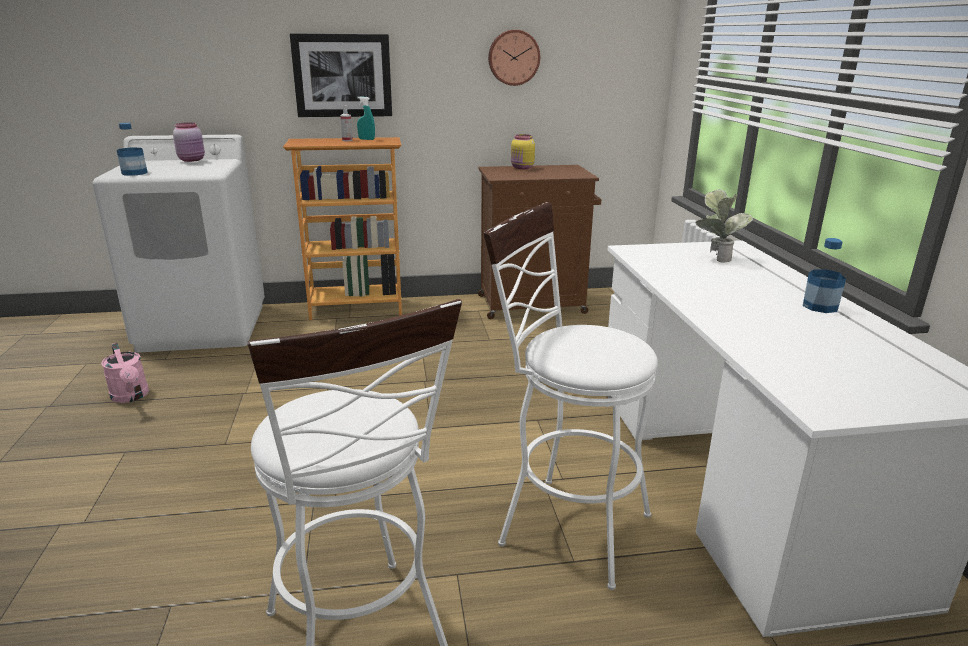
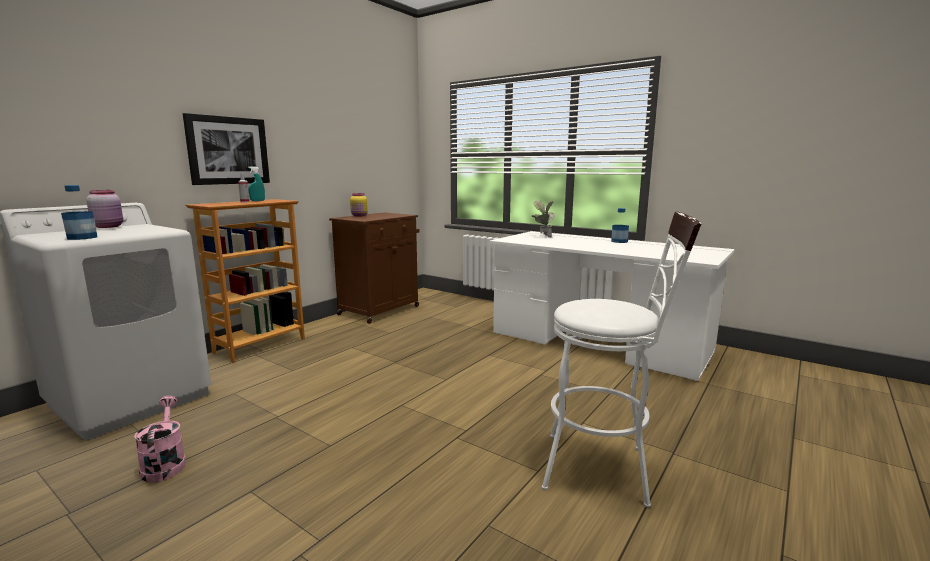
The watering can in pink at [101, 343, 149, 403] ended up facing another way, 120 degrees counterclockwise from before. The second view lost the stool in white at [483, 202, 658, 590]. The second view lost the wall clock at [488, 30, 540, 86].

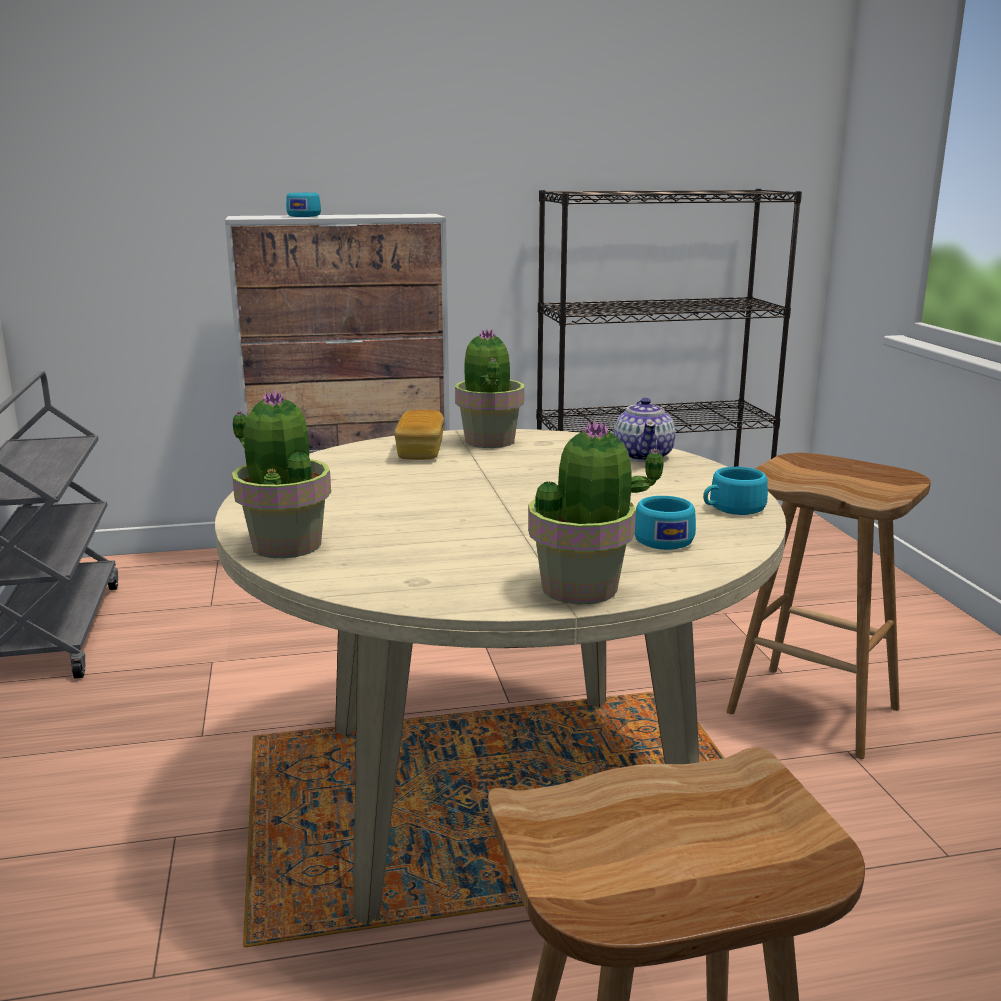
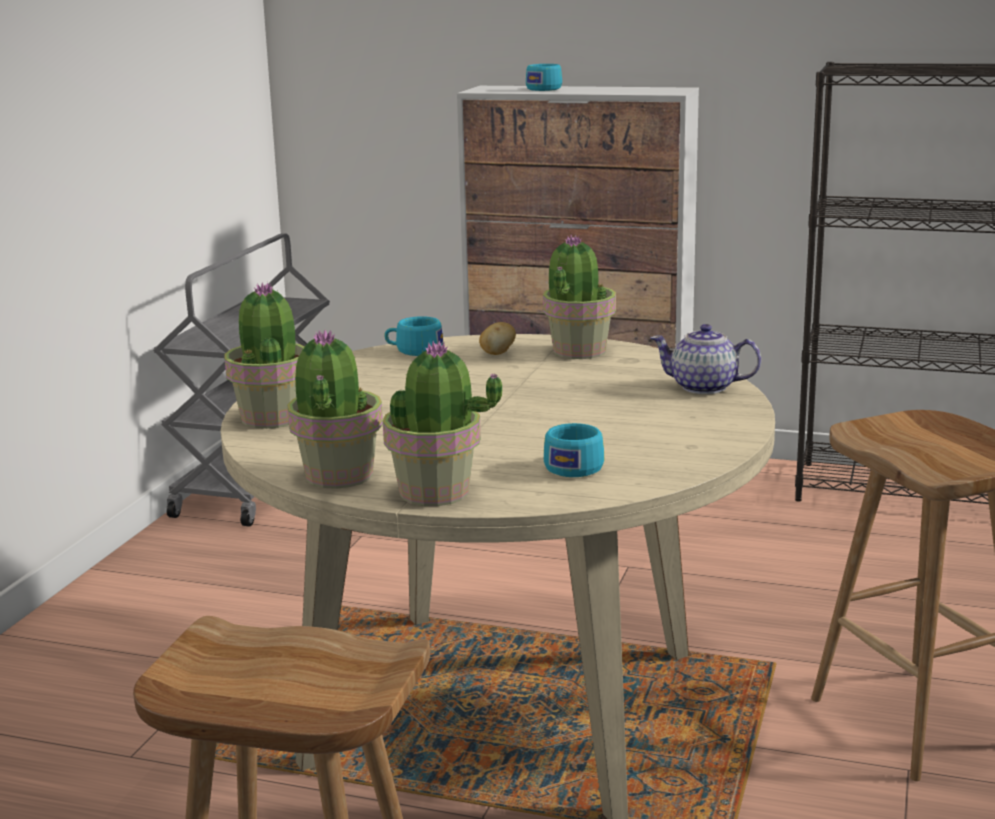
Where the bread stood at [394, 410, 444, 460], the potato came to stand at [479, 322, 516, 355]. The teapot at [613, 398, 676, 462] ended up facing another way, 75 degrees clockwise from before. The cup in turquoise ended up elsewhere, having gone from [703, 467, 768, 515] to [384, 316, 443, 356]. The second view gained the potted plant at [287, 329, 383, 489].

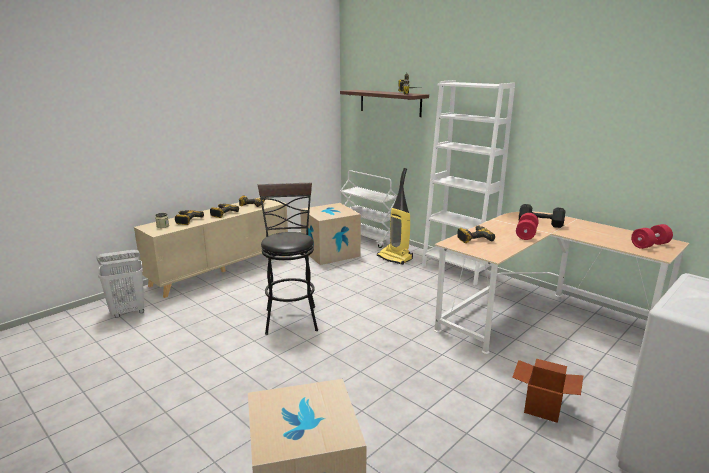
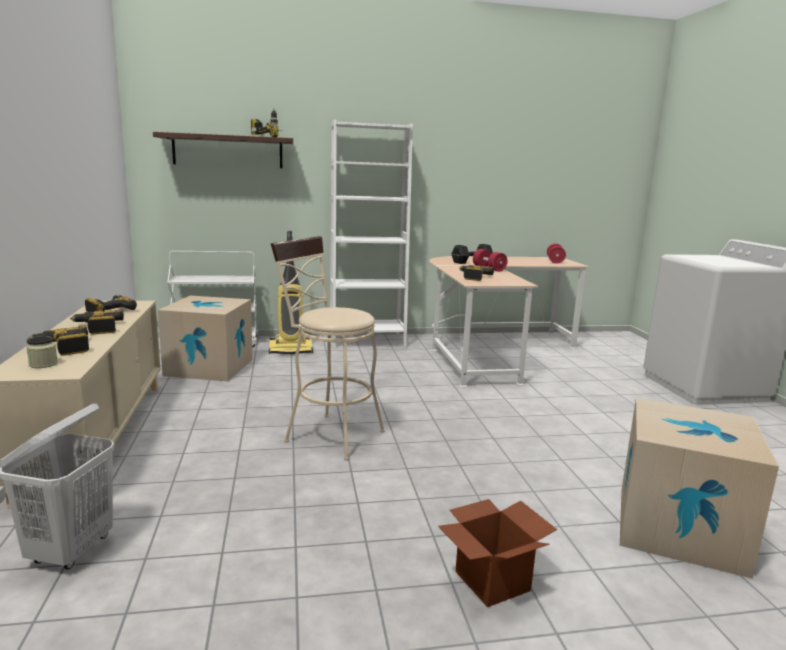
What was the stool in black at [258, 183, 318, 335] turned into the stool in beige at [271, 236, 385, 461]. The cardboard box ended up elsewhere, having gone from [512, 359, 583, 423] to [438, 499, 557, 607].

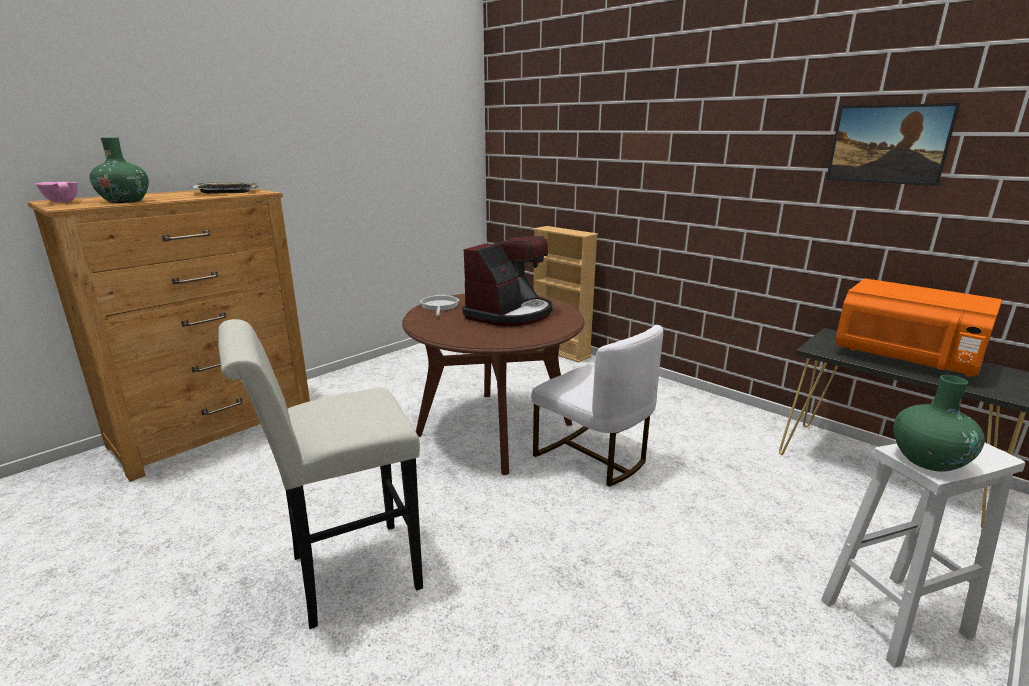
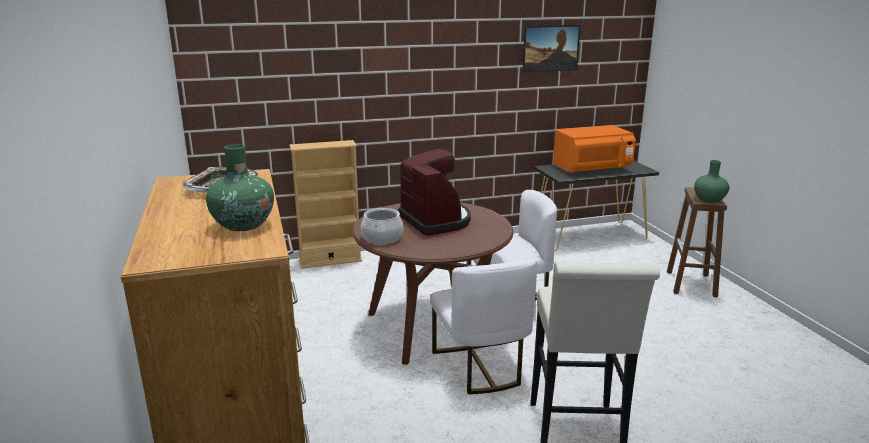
The second view lost the bowl in pink at [36, 182, 78, 203]. Where the frying pan stood at [420, 295, 459, 317], the cooking pot came to stand at [361, 208, 403, 244]. What was the stool in white at [821, 443, 1025, 668] turned into the stool in brown at [667, 187, 727, 297]. The second view gained the chair in white at [430, 258, 538, 394].

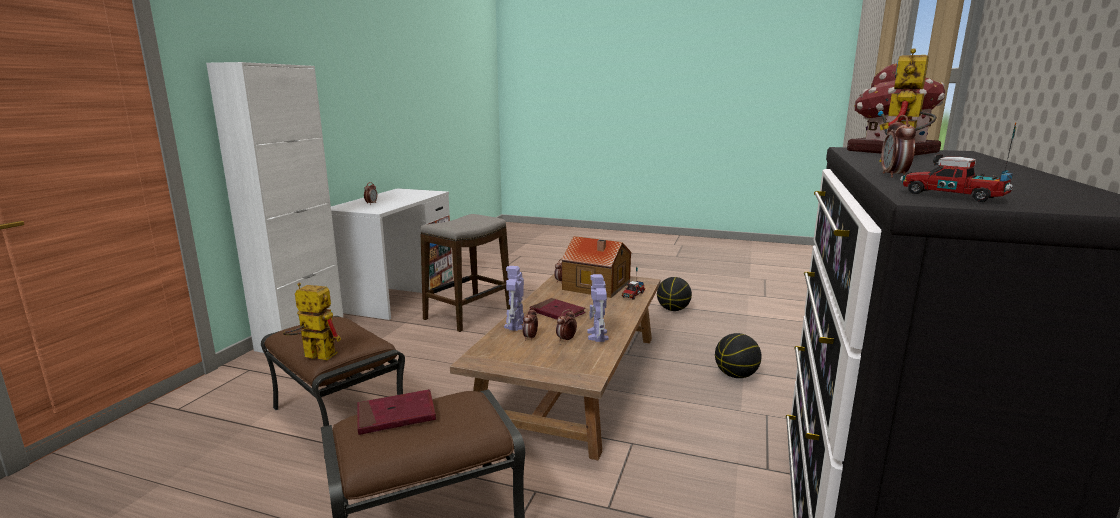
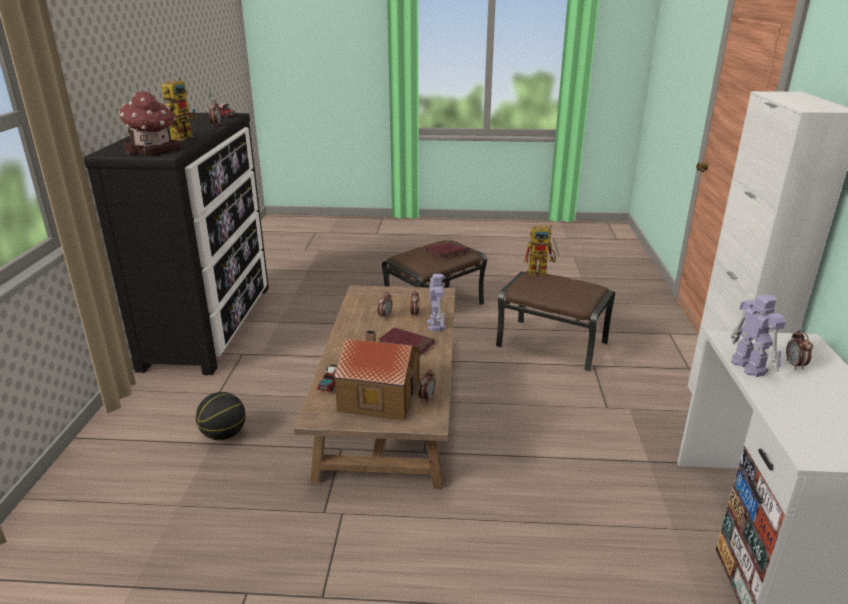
The second view lost the stool at [421, 214, 511, 332]. The toy robot ended up elsewhere, having gone from [587, 274, 608, 342] to [730, 294, 786, 377]. The second view lost the basketball at [657, 277, 692, 311].

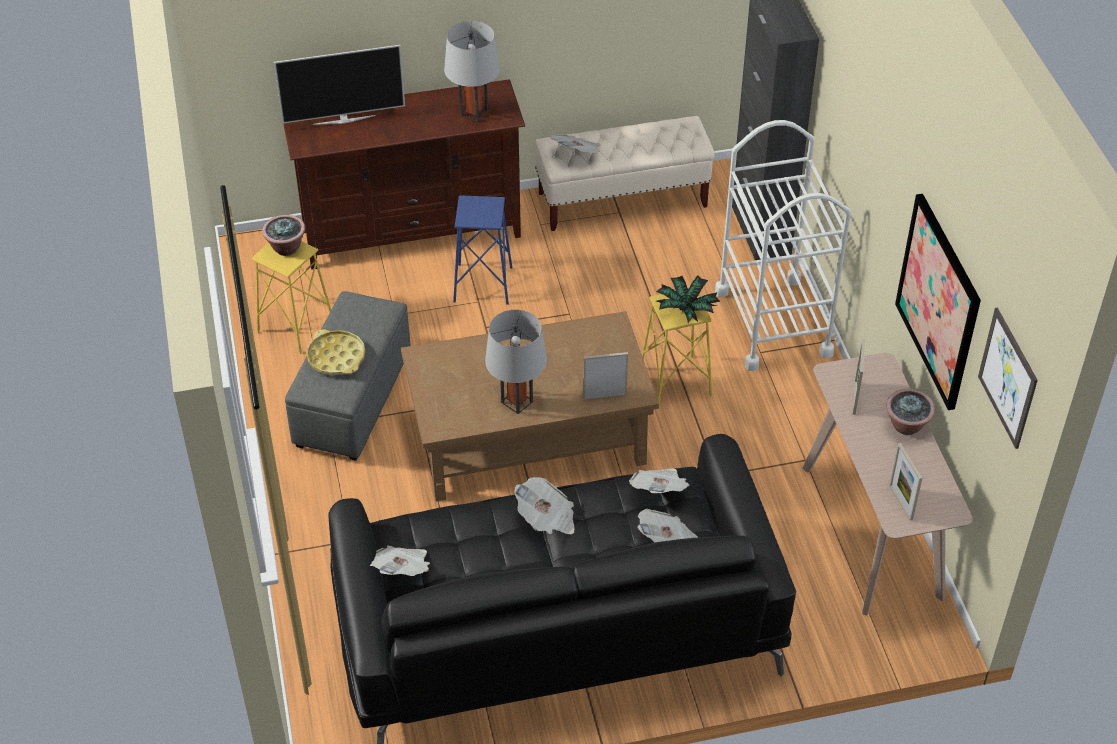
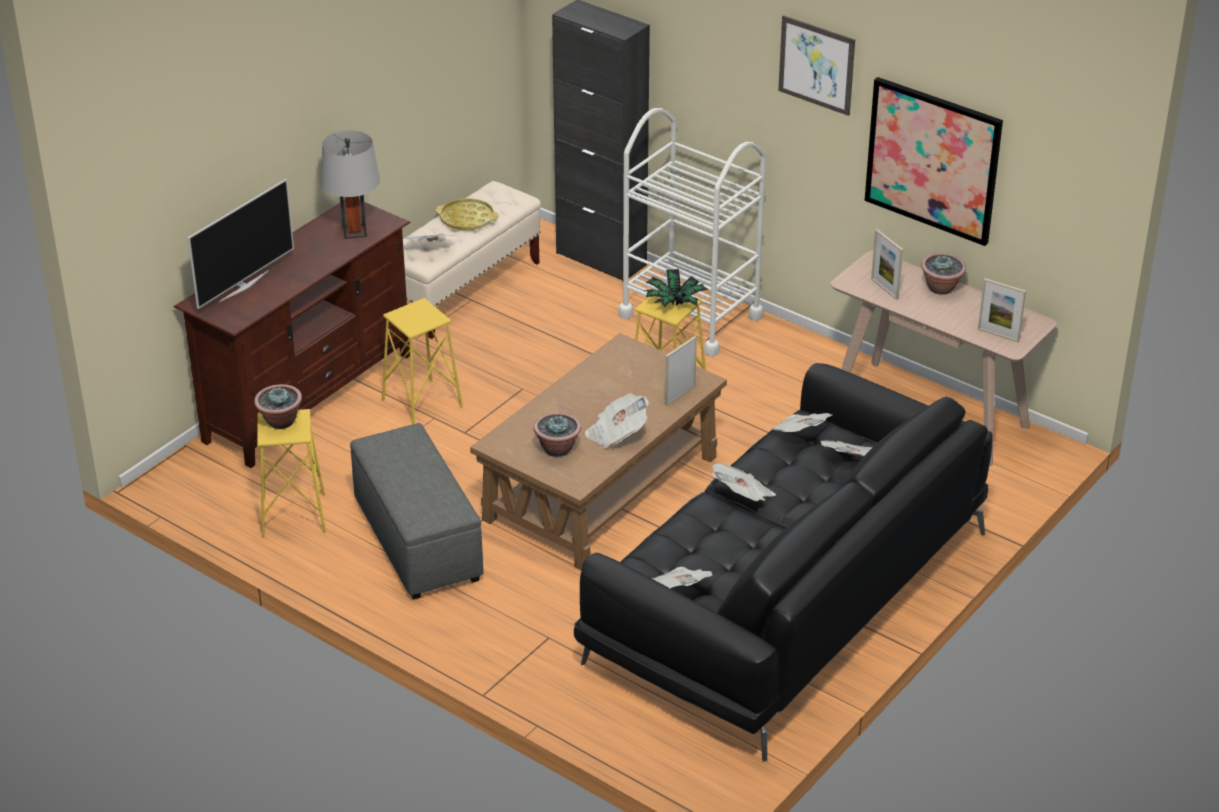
The tray in yellow ended up elsewhere, having gone from [306, 329, 365, 375] to [436, 198, 498, 231]. What was the stool in blue at [453, 195, 512, 305] turned into the stool in yellow at [382, 298, 463, 424]. Where the table lamp in grey stood at [485, 310, 547, 414], the newspaper came to stand at [585, 393, 649, 449]. The picture ended up elsewhere, having gone from [978, 307, 1038, 449] to [778, 15, 855, 116]. The second view gained the potted plant at [533, 412, 581, 457].

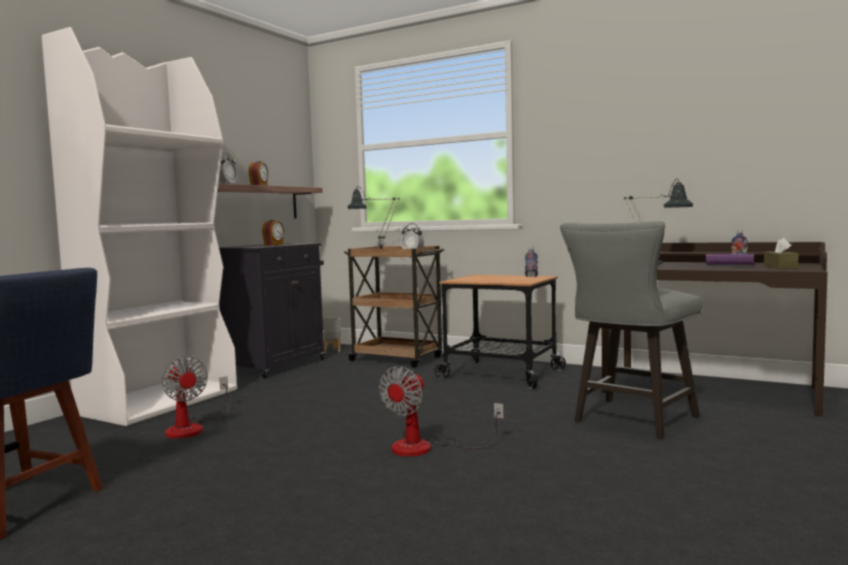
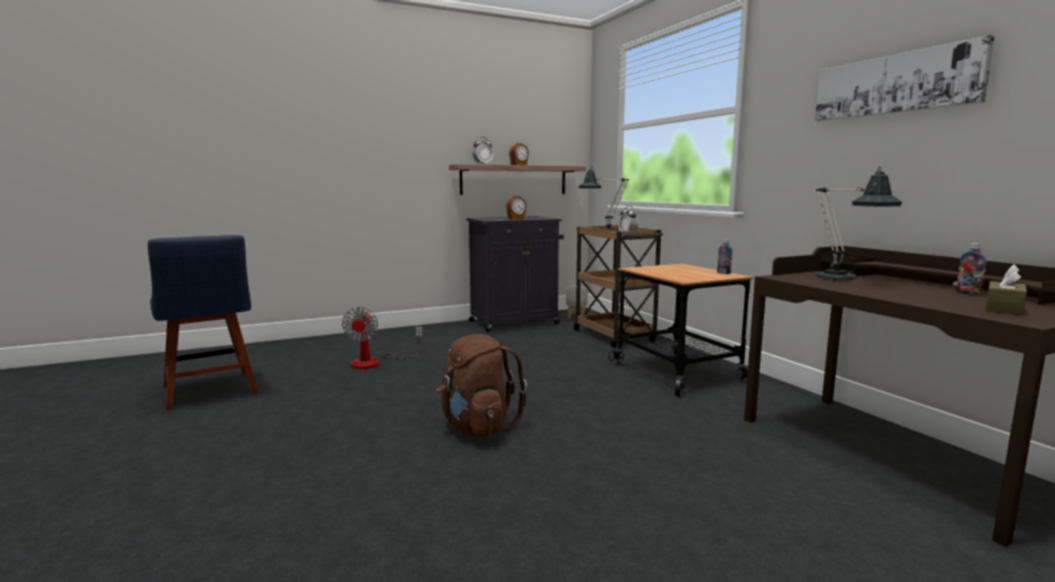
The second view lost the bookcase in white at [42, 27, 237, 426]. Where the fan stood at [379, 366, 504, 456], the backpack in brown came to stand at [436, 334, 527, 437]. The second view lost the stool in grey at [560, 221, 702, 439]. The second view lost the book in purple at [705, 254, 755, 265]. The second view gained the picture at [815, 35, 994, 121].

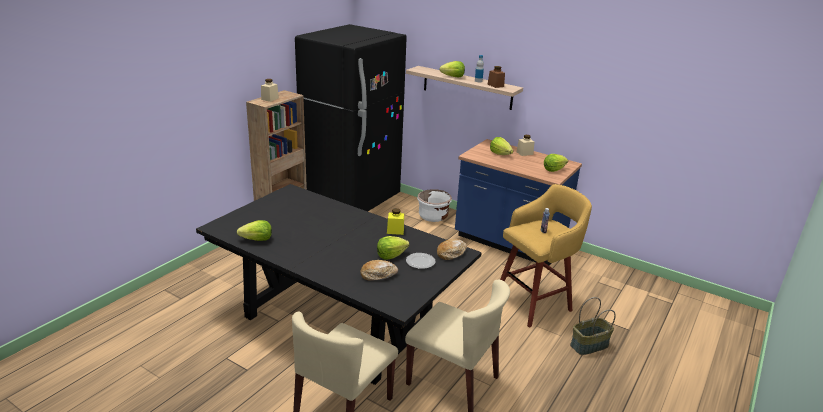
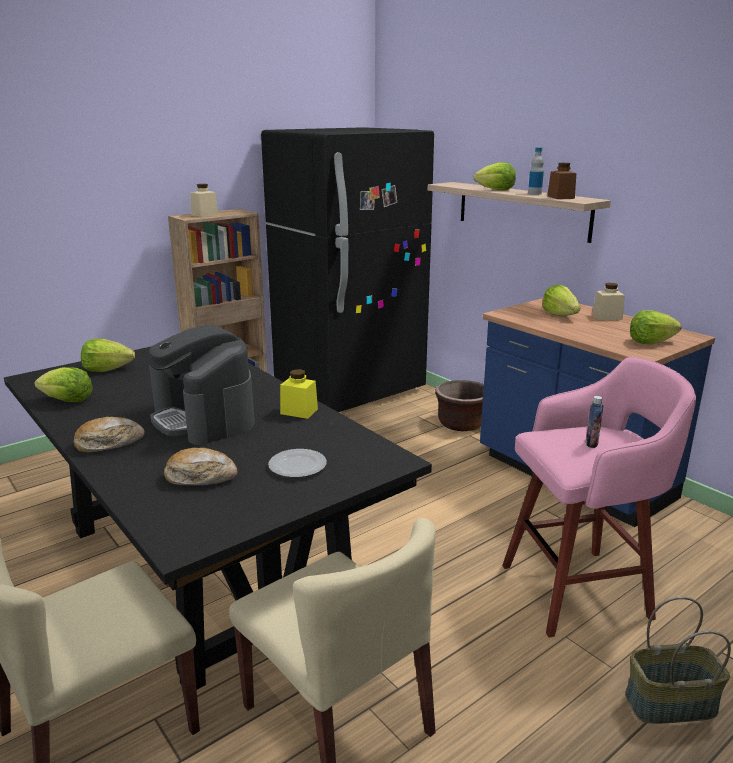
The lettuce ended up elsewhere, having gone from [377, 236, 409, 260] to [81, 339, 135, 372]. What was the planter in white at [417, 189, 452, 222] turned into the planter in brown at [435, 380, 484, 431]. The bread ended up elsewhere, having gone from [437, 239, 467, 260] to [74, 417, 145, 453]. What was the stool in yellow at [500, 184, 592, 328] turned into the stool in pink at [502, 357, 696, 638]. The second view gained the coffee machine at [149, 325, 255, 445].

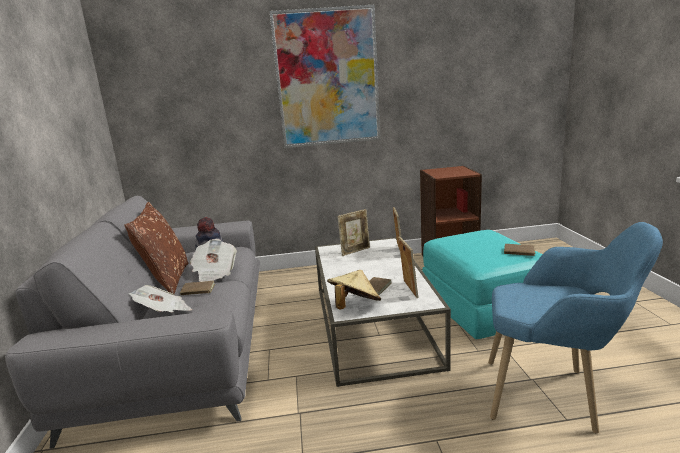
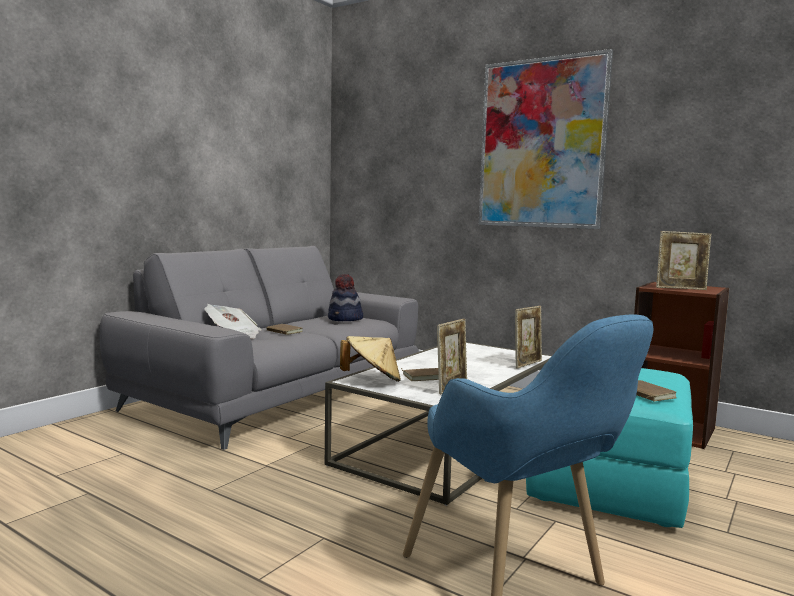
The second view lost the pillow in brown at [124, 202, 188, 294]. The second view lost the newspaper at [190, 239, 237, 282]. The picture frame ended up elsewhere, having gone from [338, 209, 370, 256] to [656, 231, 711, 290].

